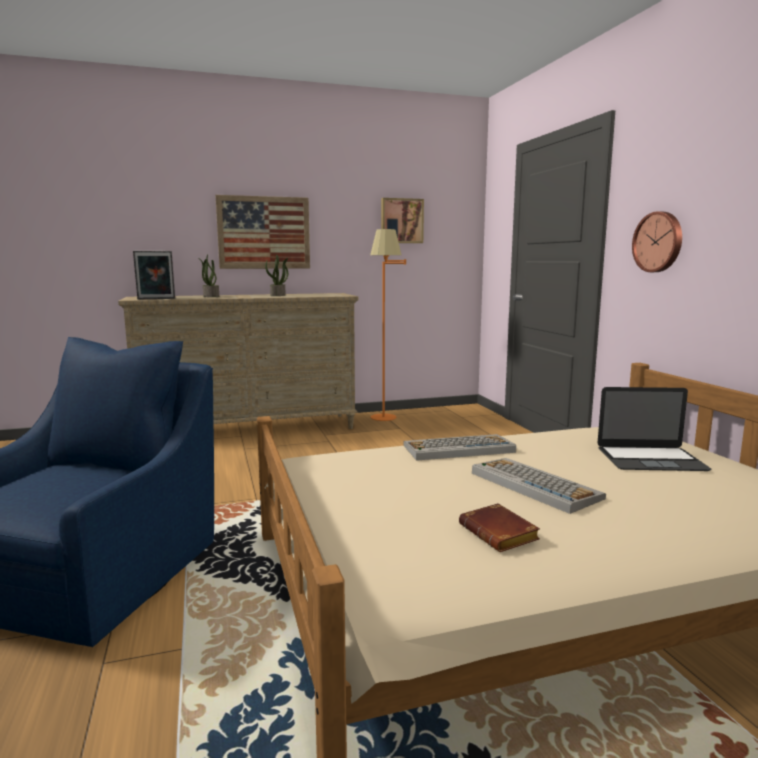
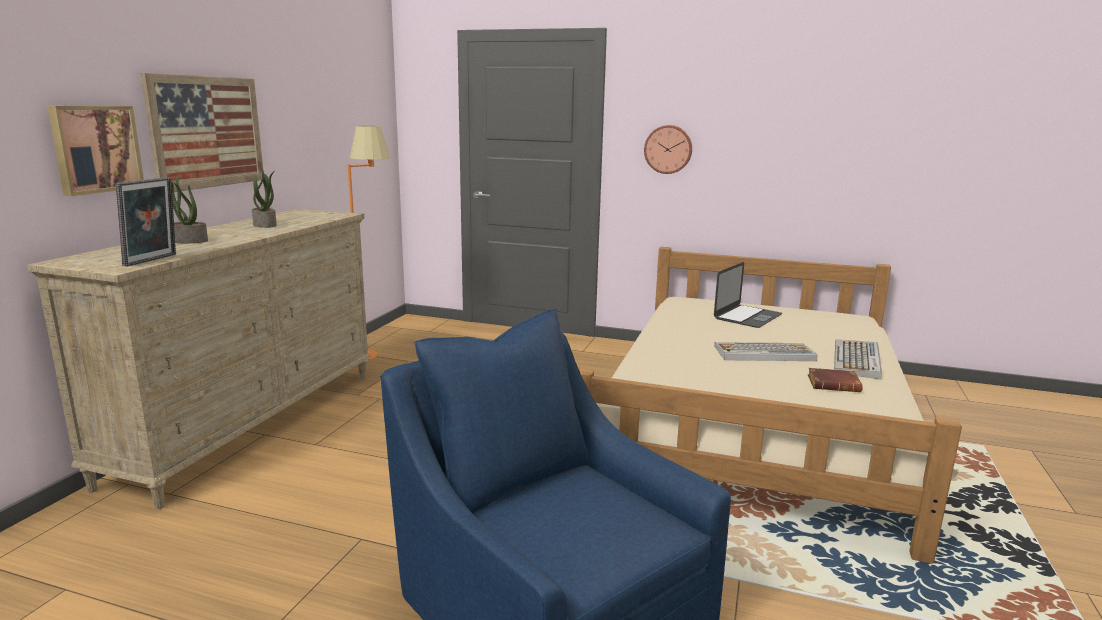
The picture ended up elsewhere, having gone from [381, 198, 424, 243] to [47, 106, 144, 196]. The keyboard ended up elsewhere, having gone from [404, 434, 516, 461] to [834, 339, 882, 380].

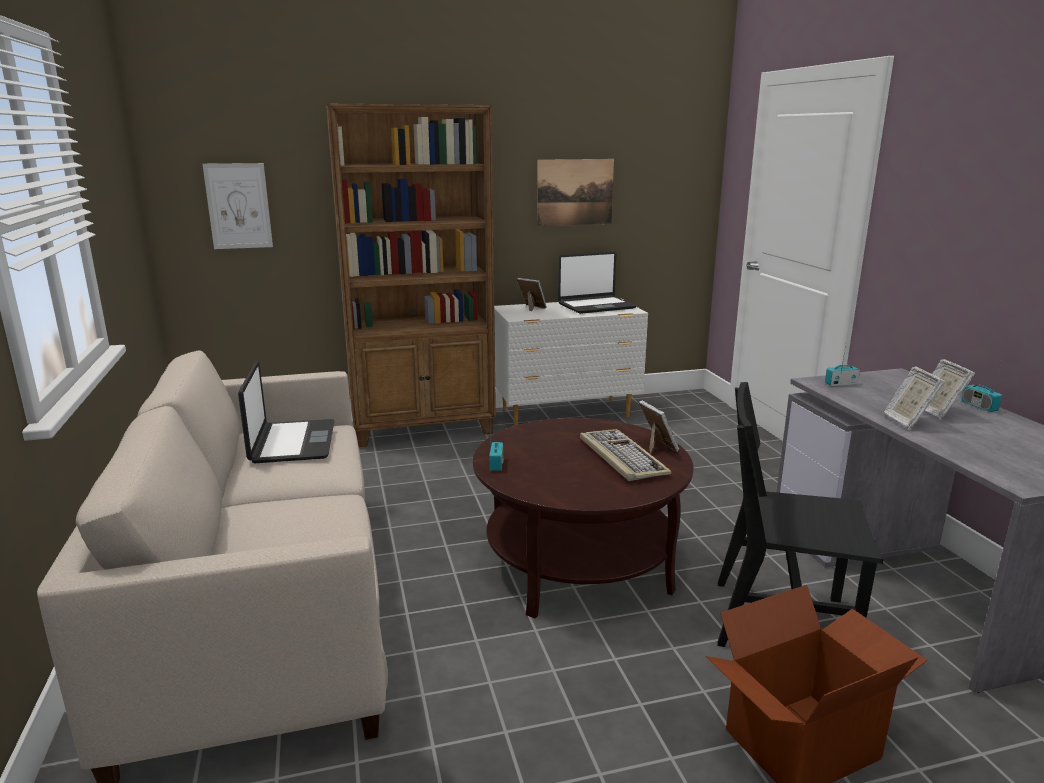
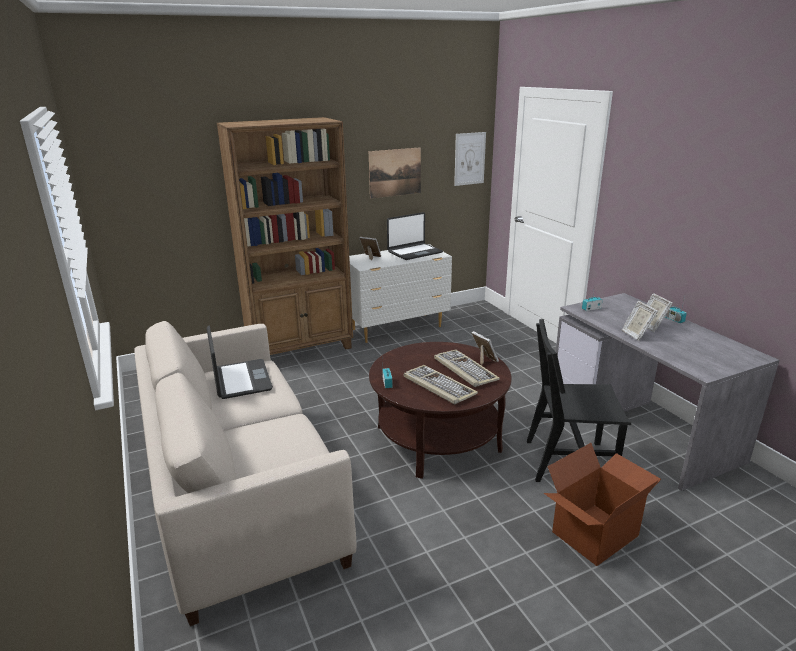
The picture ended up elsewhere, having gone from [202, 163, 273, 249] to [454, 132, 486, 186]. The second view gained the keyboard at [404, 365, 478, 404].

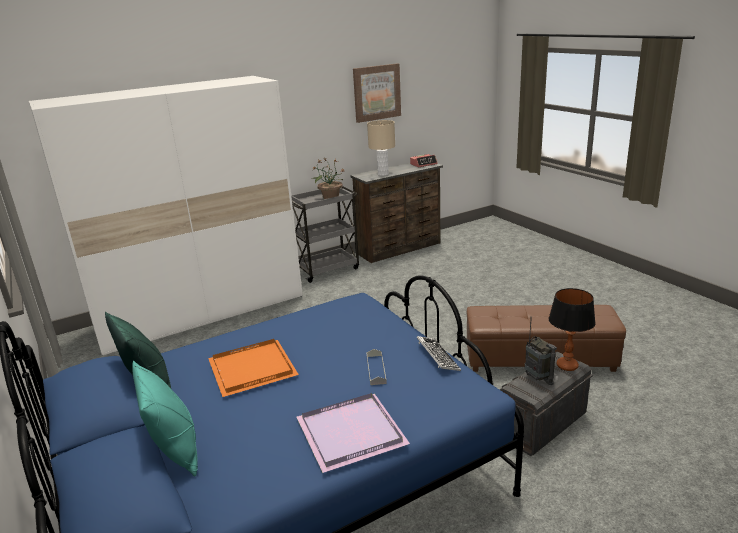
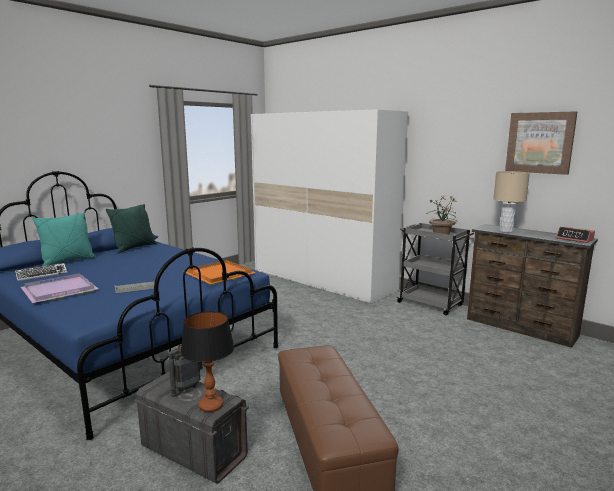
The tray in orange ended up elsewhere, having gone from [208, 339, 299, 397] to [186, 260, 256, 285]. The keyboard ended up elsewhere, having gone from [417, 336, 461, 371] to [15, 263, 67, 281].

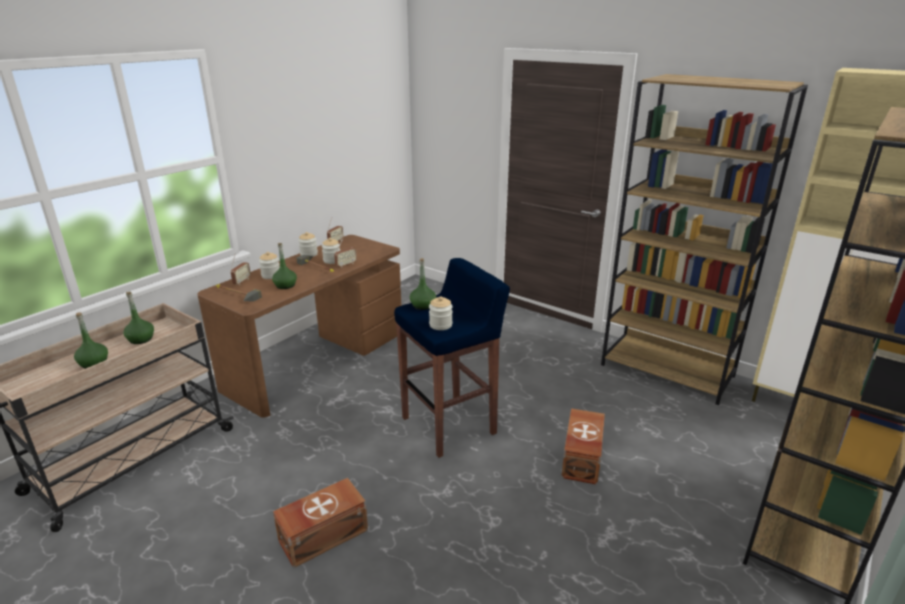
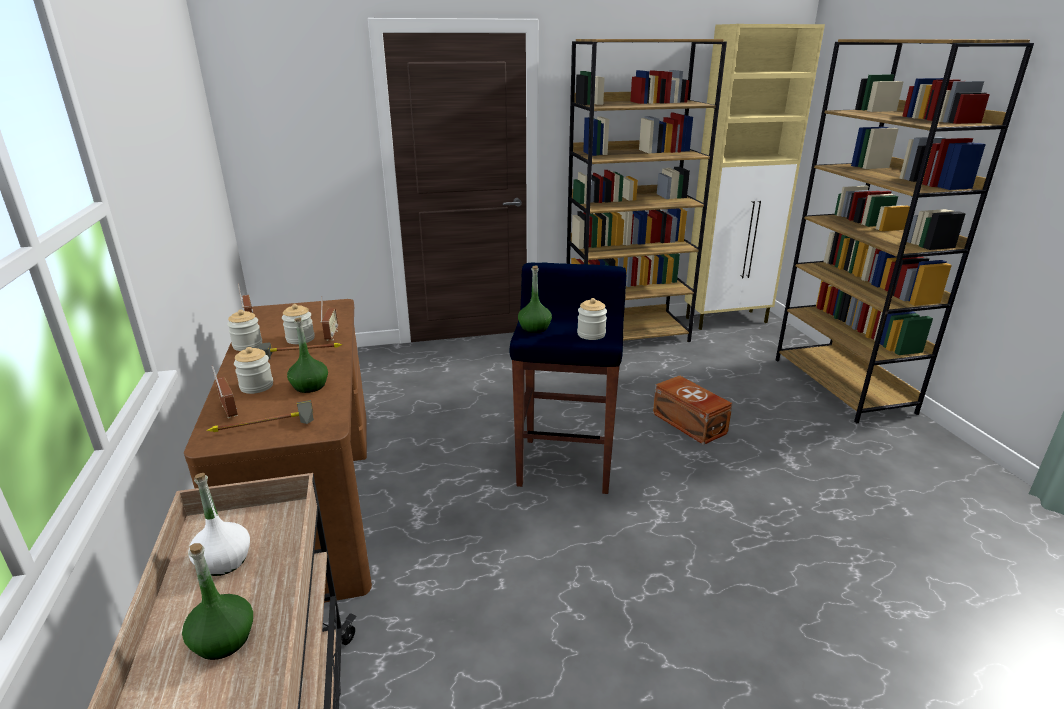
What was the bottle in green at [123, 292, 154, 344] turned into the bottle in white at [188, 473, 250, 576]. The second view lost the storage box in brown at [273, 478, 368, 568].

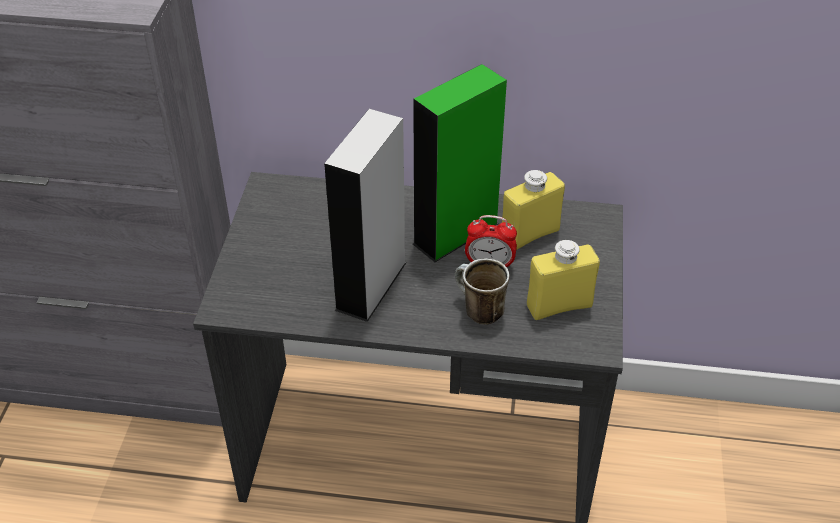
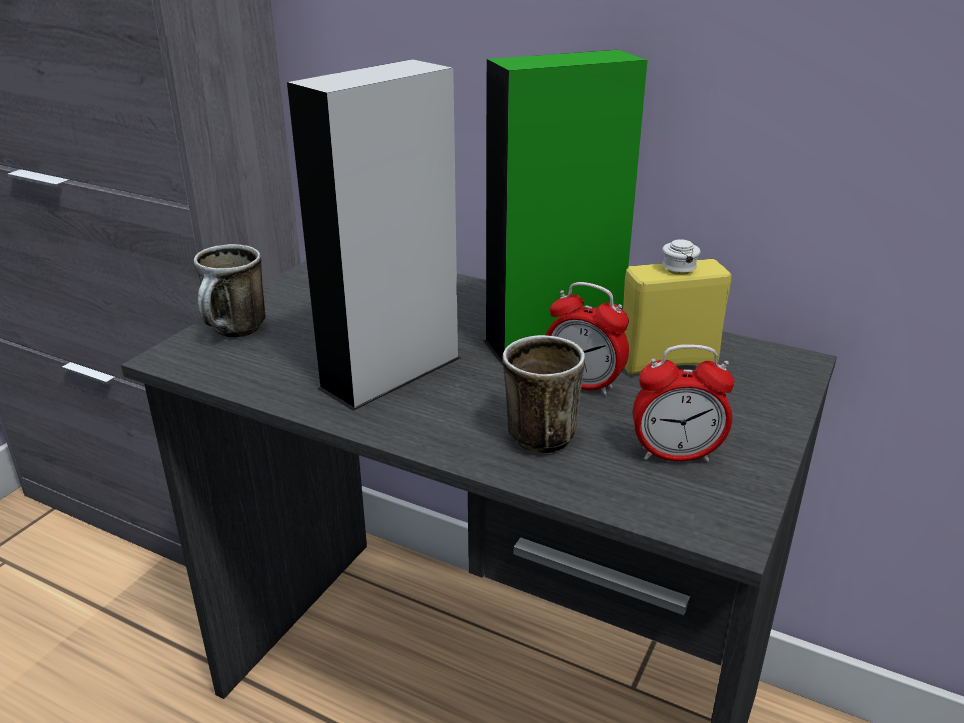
Where the bottle in yellow stood at [527, 240, 600, 320], the alarm clock came to stand at [633, 344, 734, 462]. The second view gained the mug at [194, 244, 266, 338].

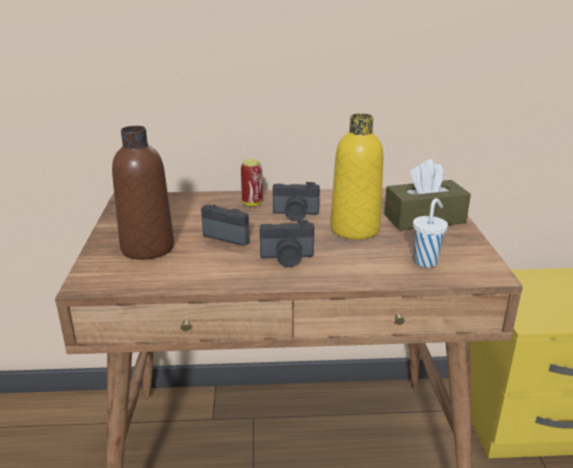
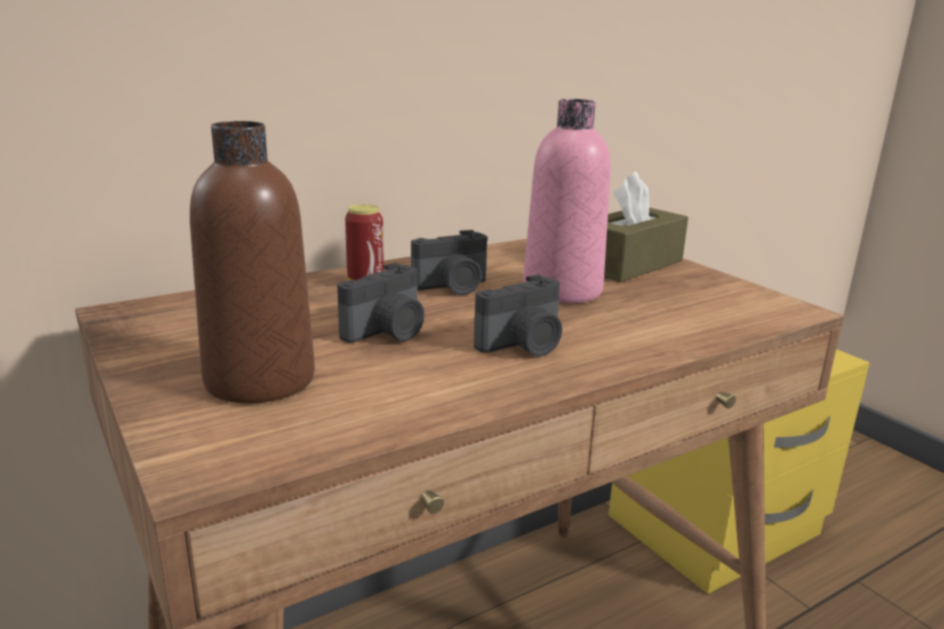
The photo camera at [201, 204, 249, 246] ended up facing another way, 135 degrees clockwise from before. What was the bottle in yellow at [330, 113, 383, 240] turned into the bottle in pink at [523, 99, 611, 303]. The second view lost the cup in white at [413, 198, 448, 268].

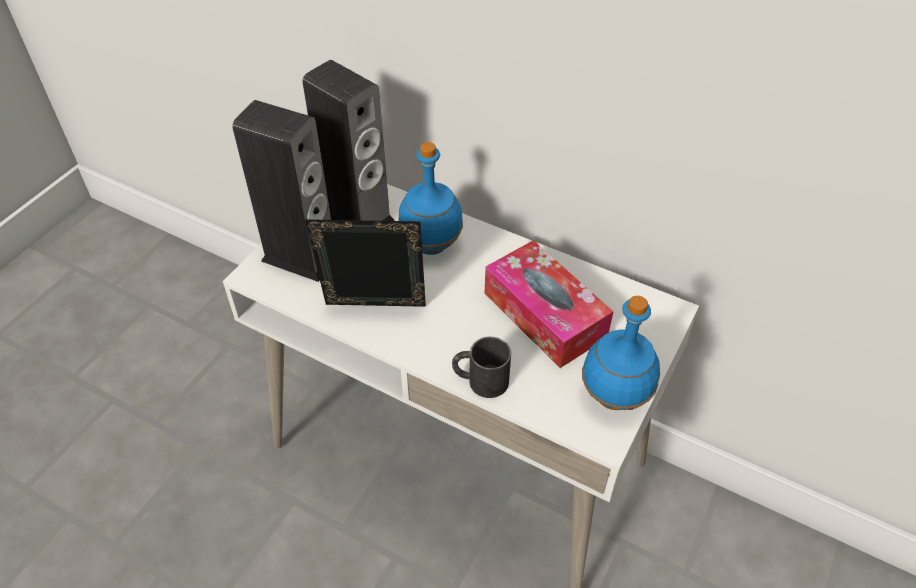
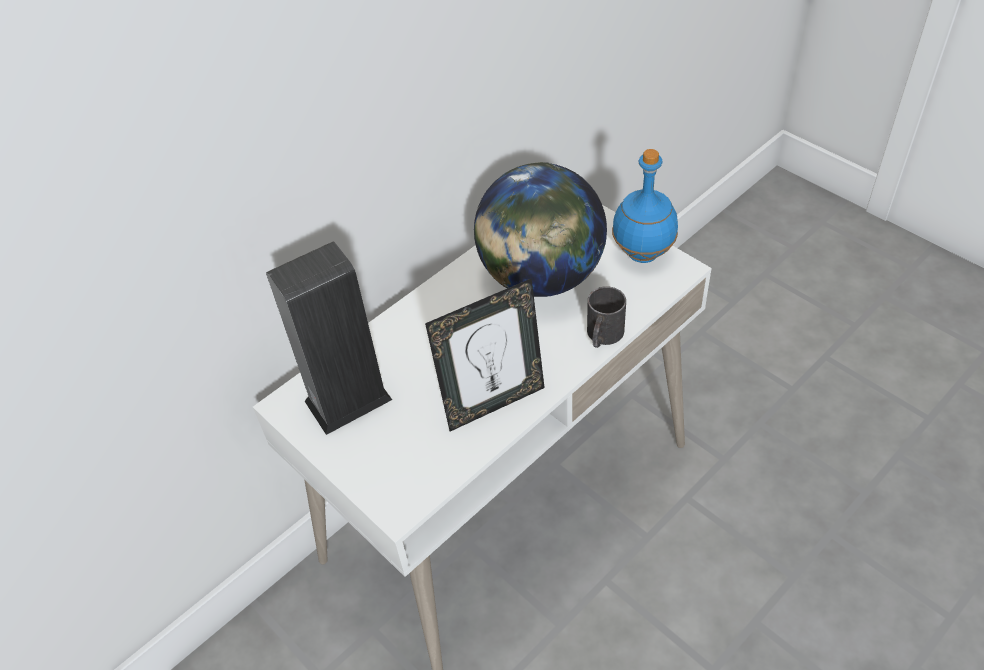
The second view lost the speaker at [233, 100, 331, 282]. The picture frame at [305, 219, 426, 307] ended up facing another way, 135 degrees counterclockwise from before. The second view lost the bottle in blue at [398, 142, 463, 255]. Where the tissue box stood at [485, 240, 613, 368], the globe came to stand at [474, 162, 607, 297].

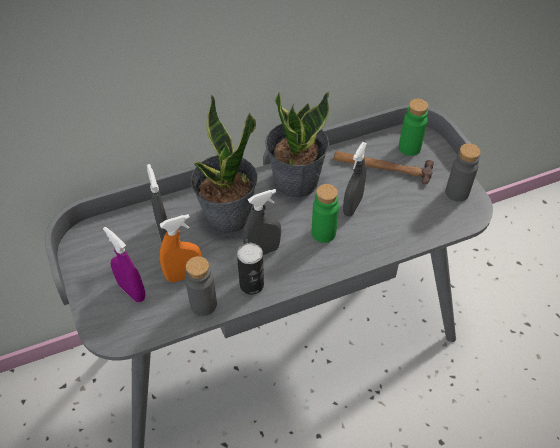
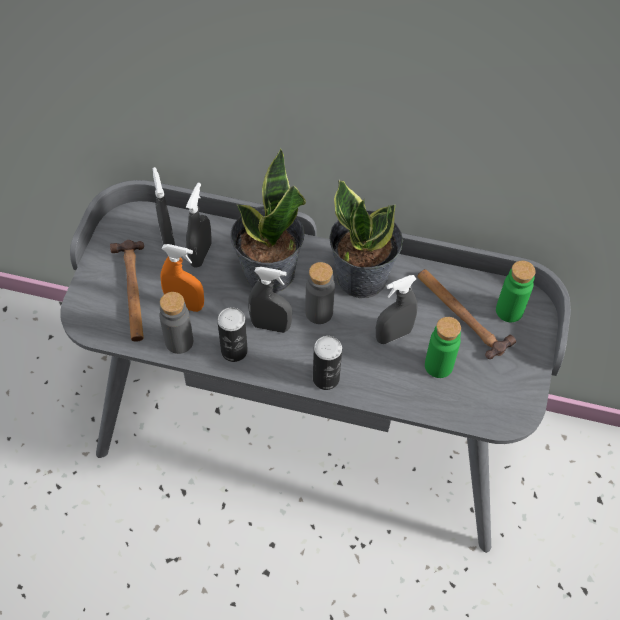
Where the spray bottle in purple stood at [103, 227, 146, 302], the hammer came to stand at [110, 240, 144, 342]. The bottle in green ended up elsewhere, having gone from [312, 184, 339, 243] to [425, 317, 461, 378]. The bottle in grey ended up elsewhere, having gone from [445, 143, 481, 202] to [305, 262, 335, 324]. The second view gained the spray bottle in grey at [152, 167, 175, 245]. The second view gained the can at [313, 336, 342, 390].

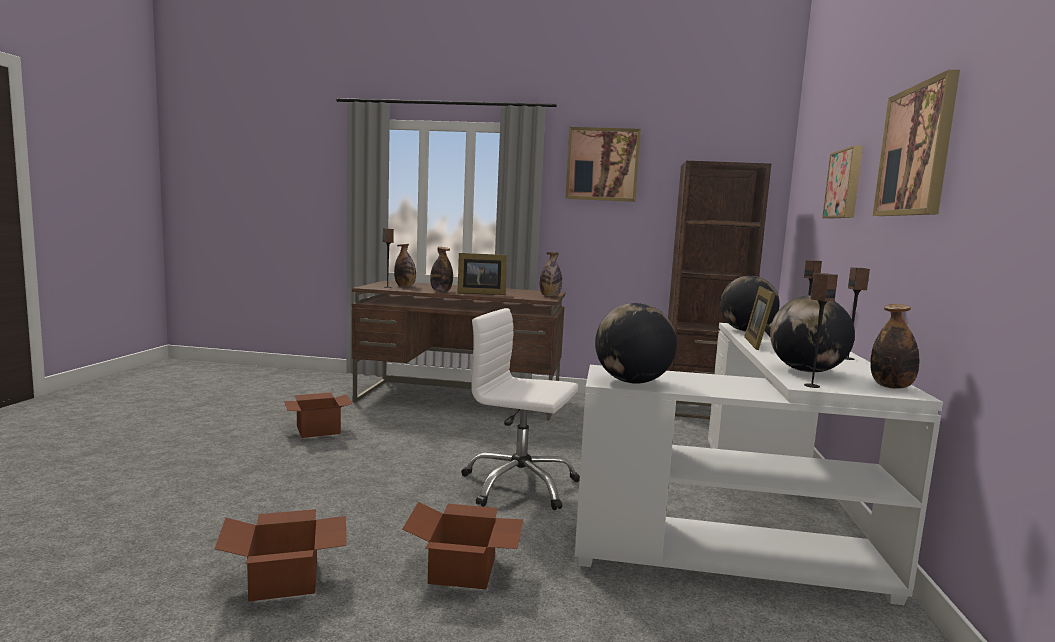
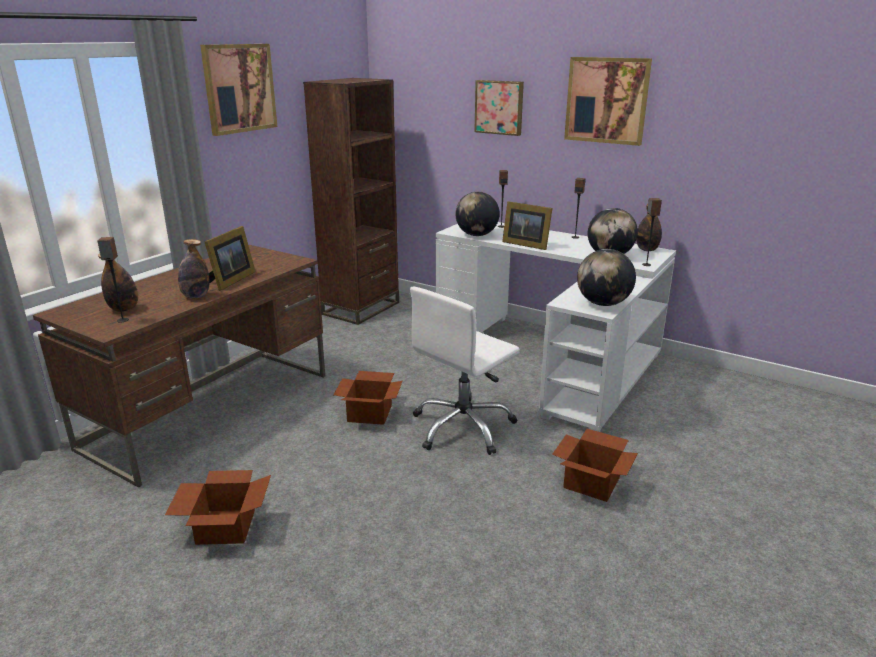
The cardboard box ended up elsewhere, having gone from [214, 509, 347, 602] to [333, 371, 403, 425]. The second view lost the bottle at [540, 252, 562, 296].

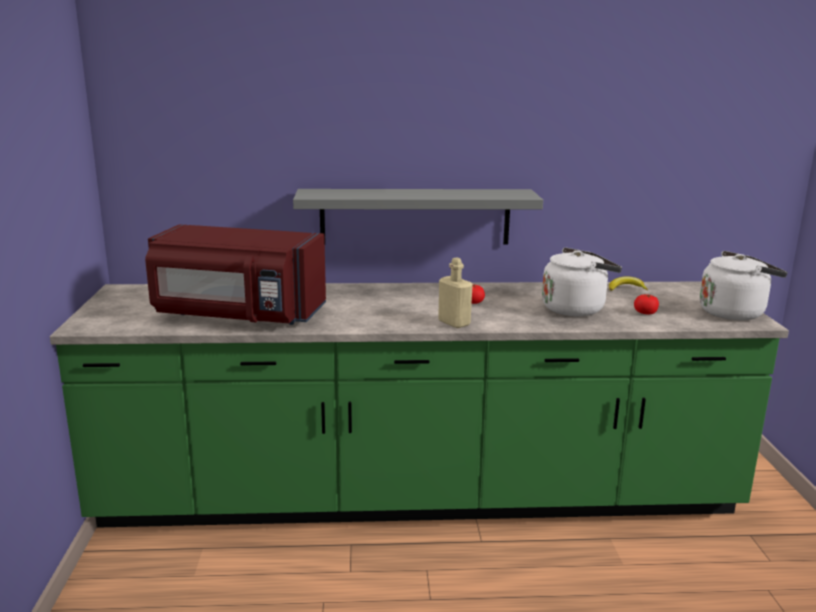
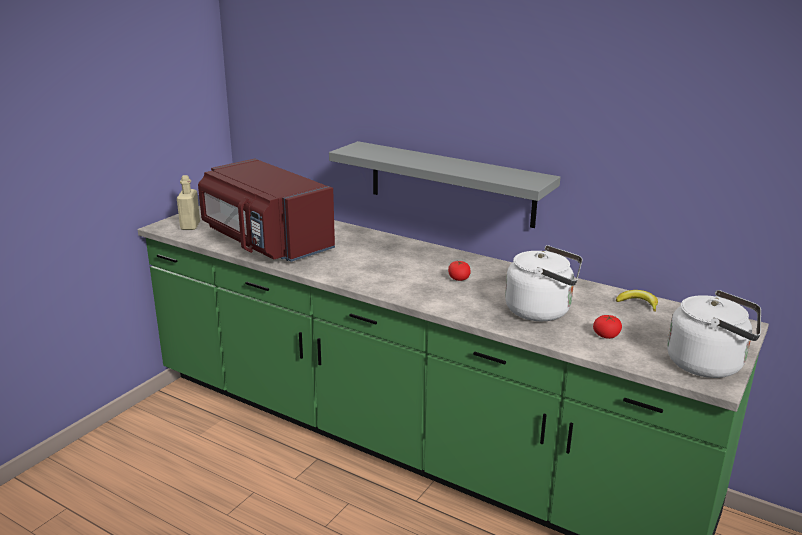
The bottle in beige ended up elsewhere, having gone from [438, 257, 473, 328] to [177, 175, 200, 230].

